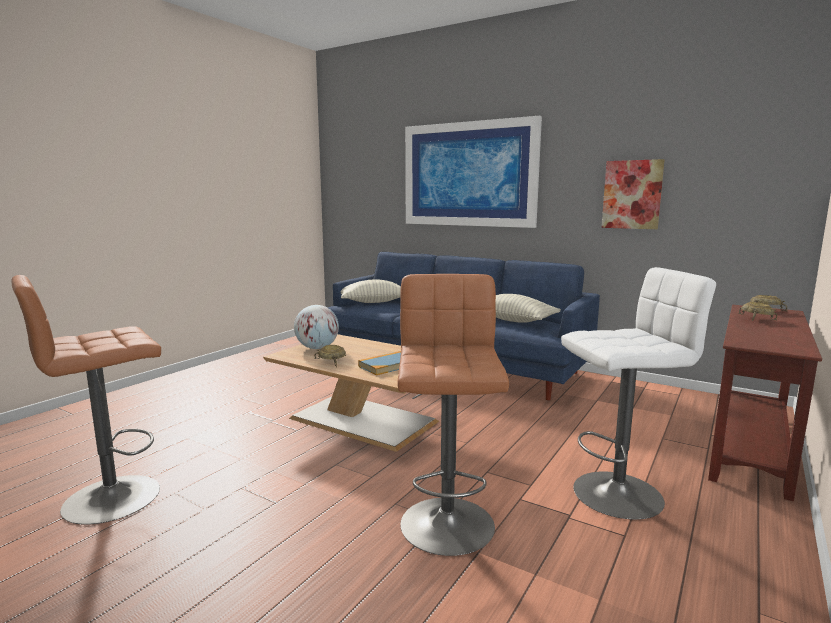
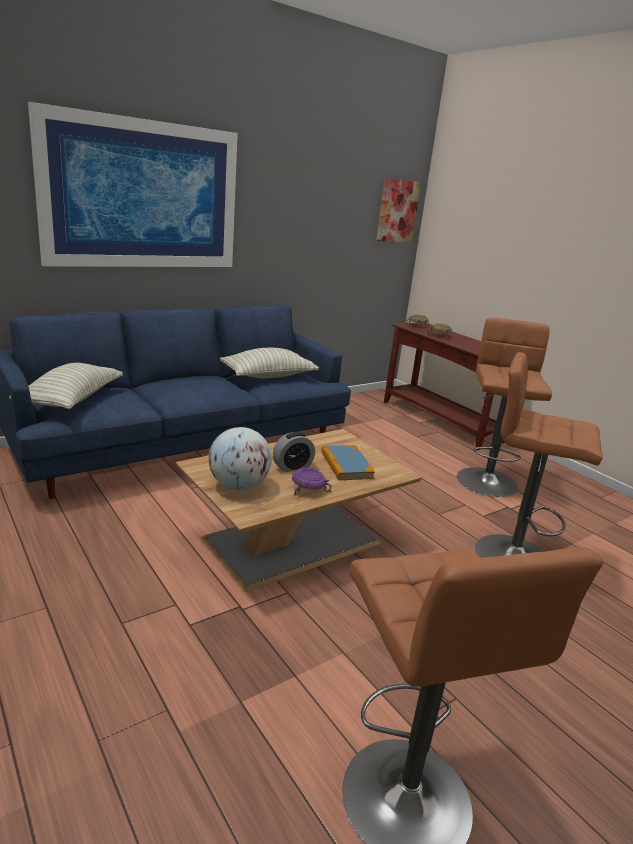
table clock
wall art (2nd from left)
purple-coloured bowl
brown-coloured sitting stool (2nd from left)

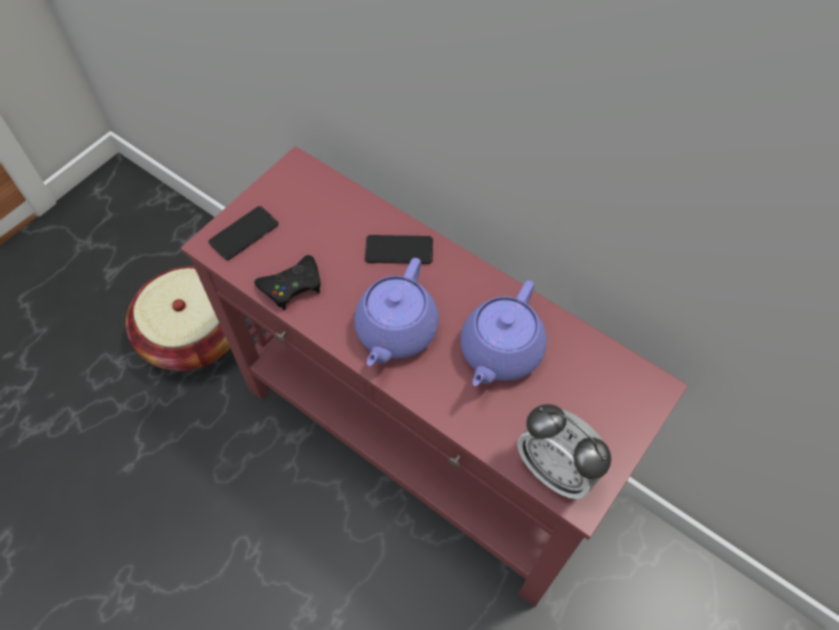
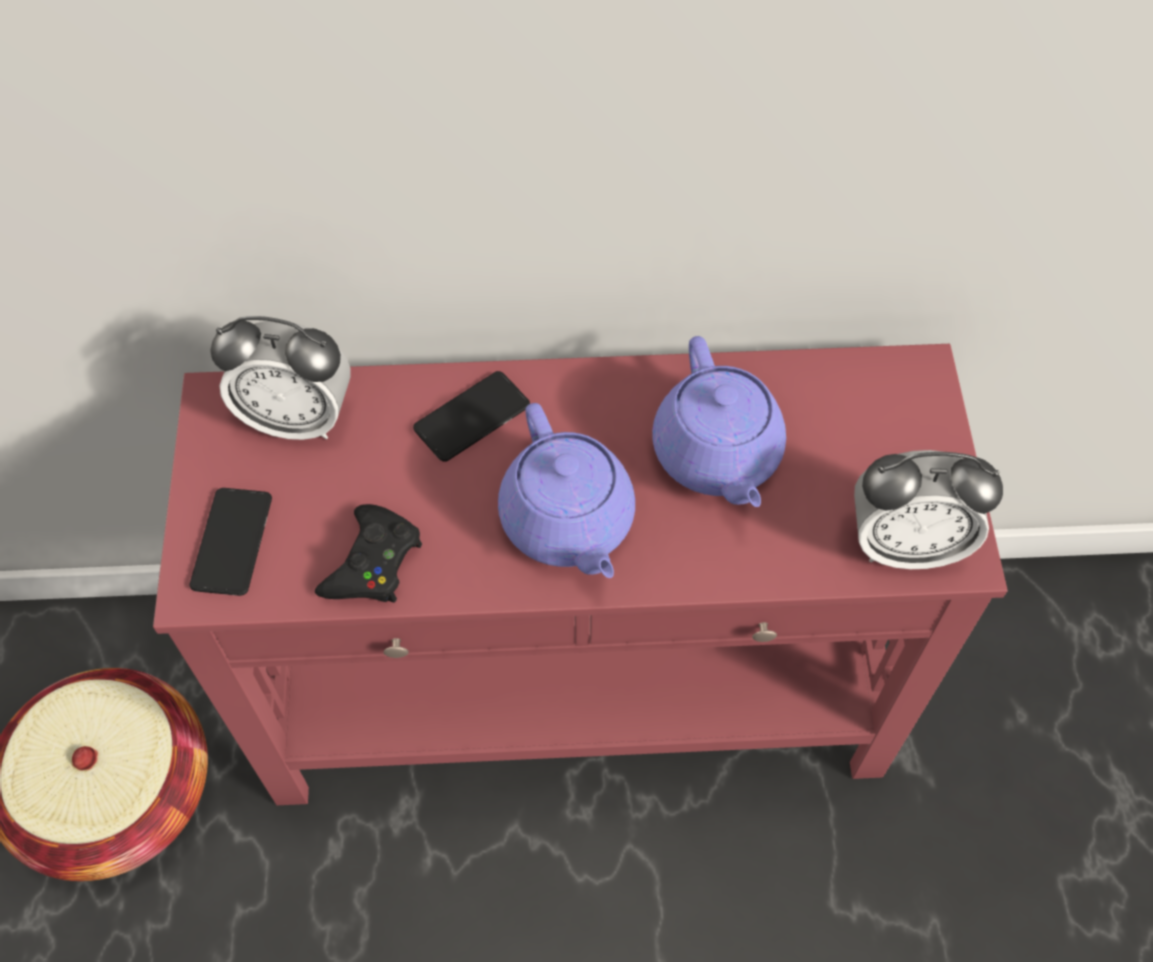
table clock (1st from left)

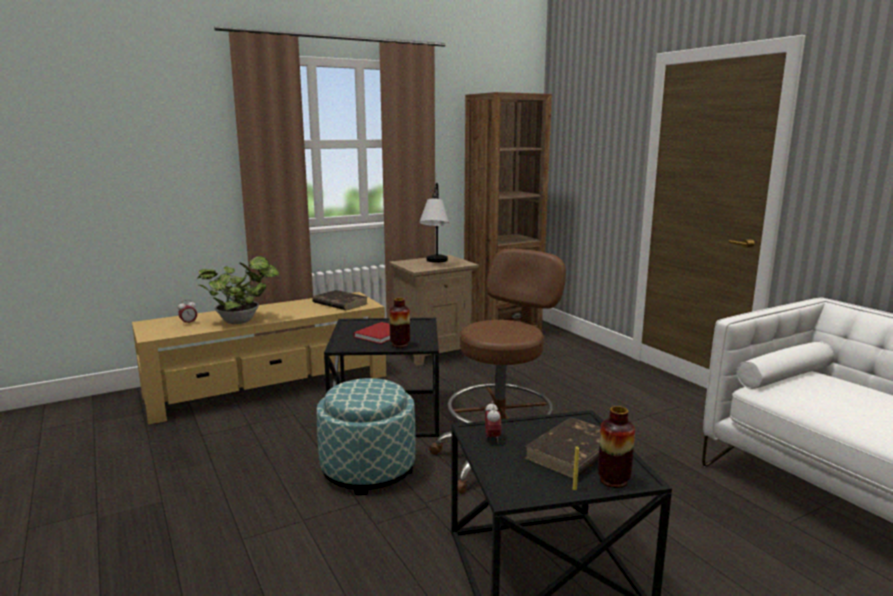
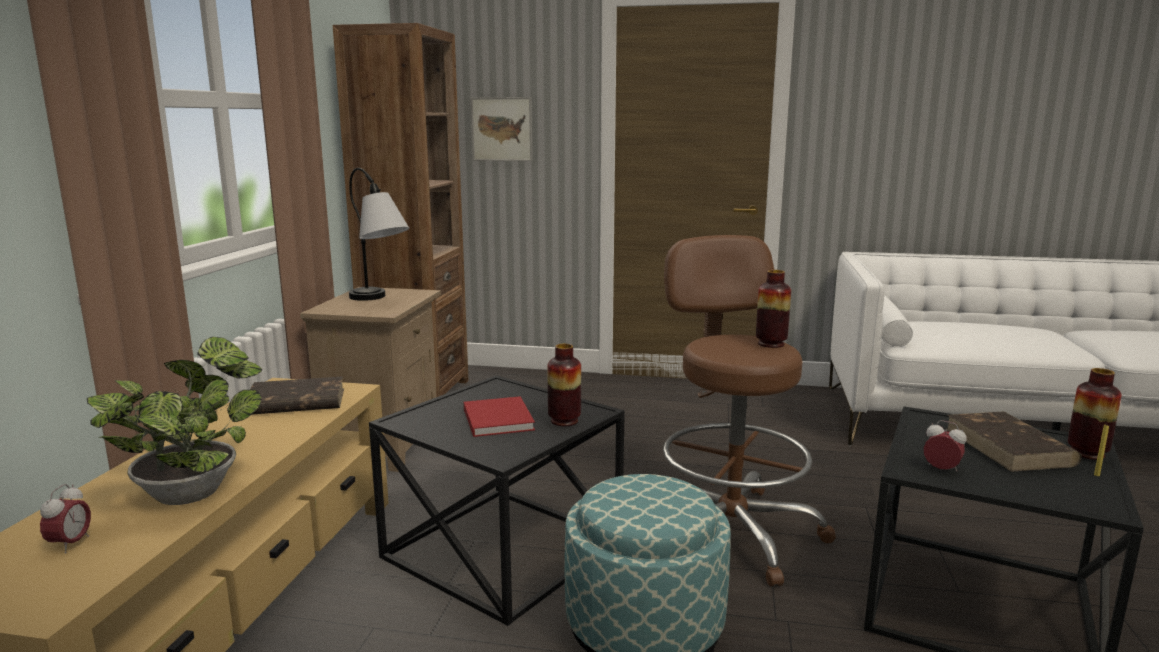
wall art
flower vase (2nd from left)

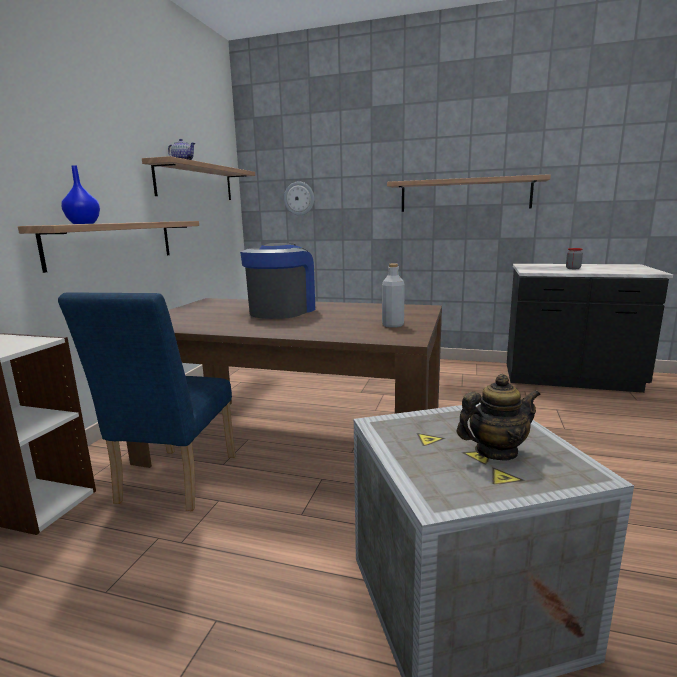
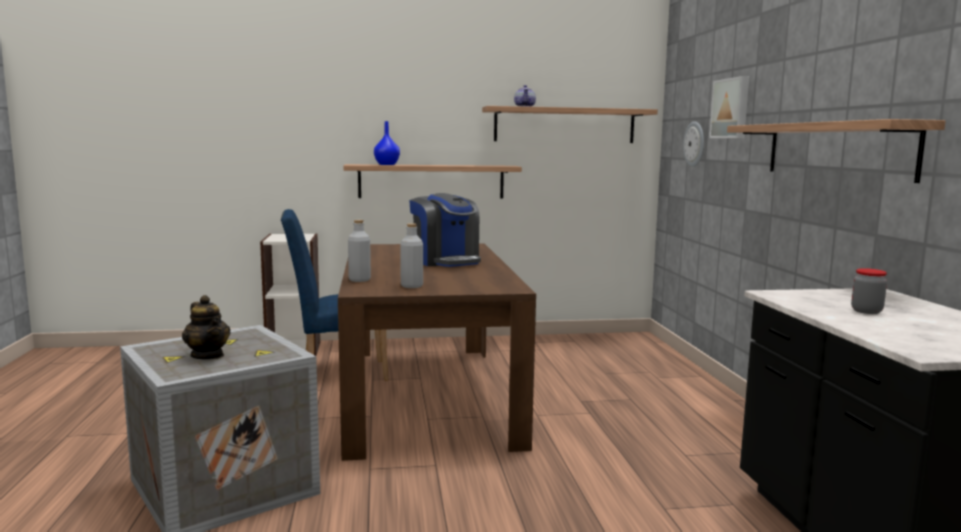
greyish beverage bottle (1st from left)
wall art
coffee maker

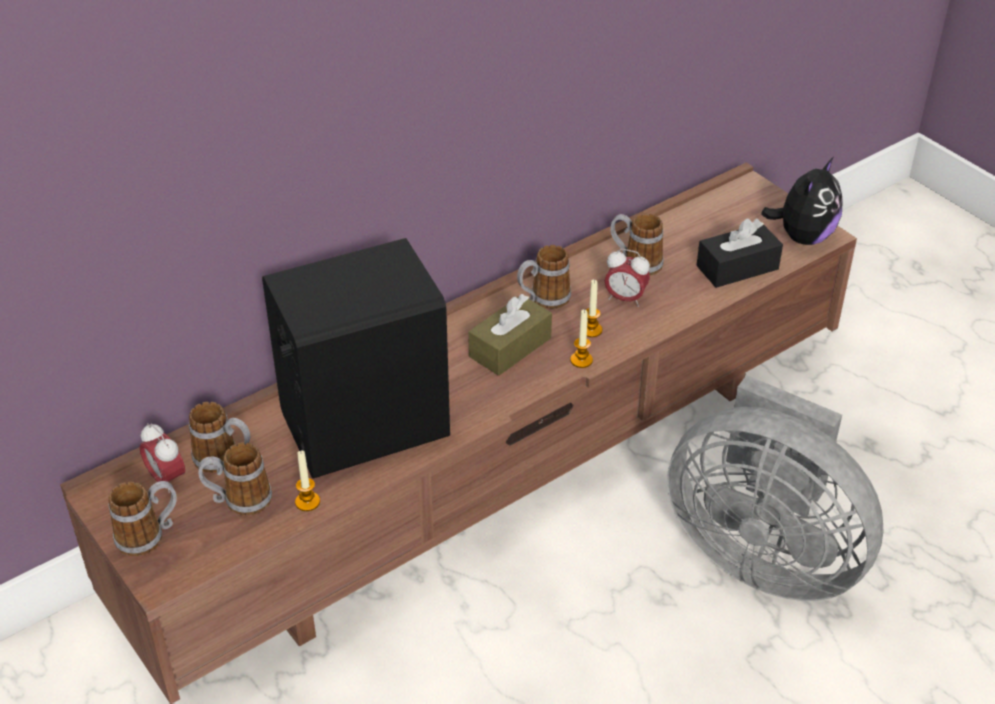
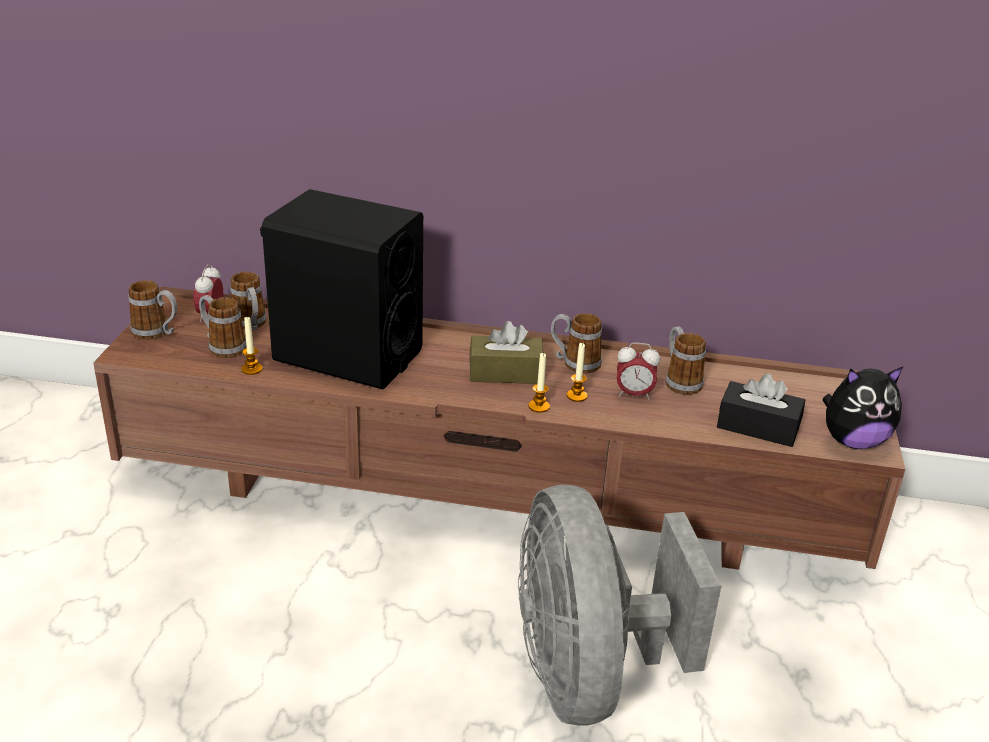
table clock (2nd from left)

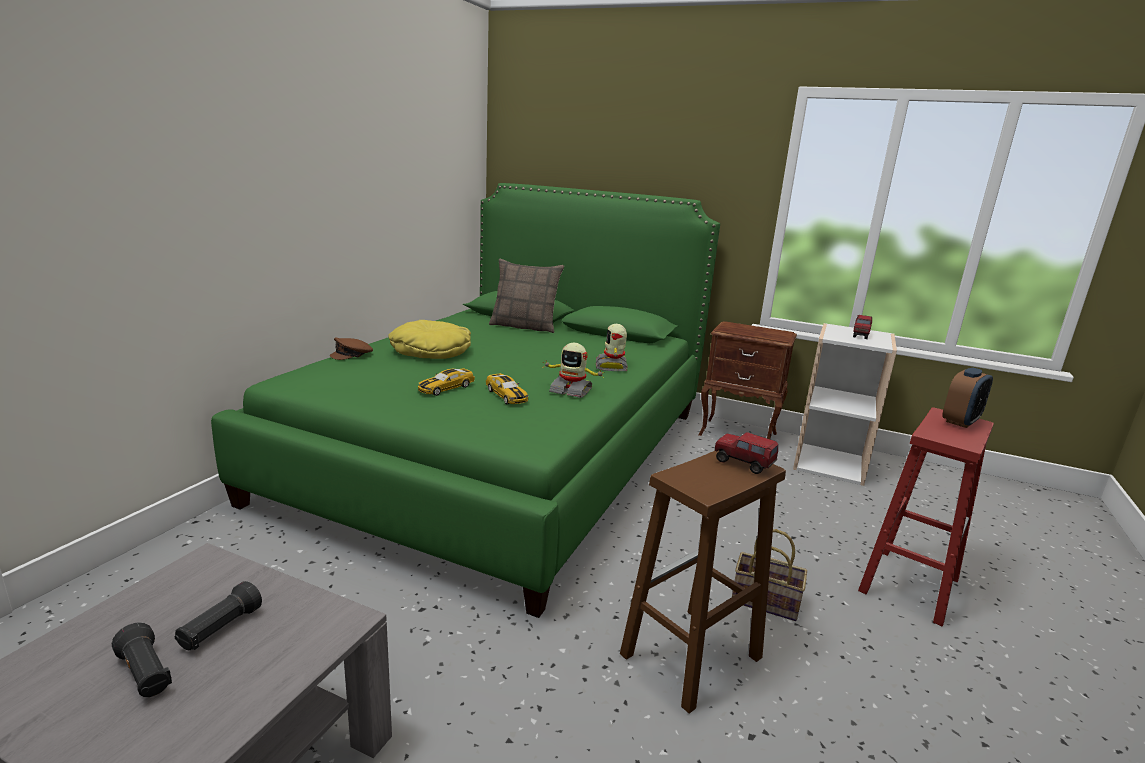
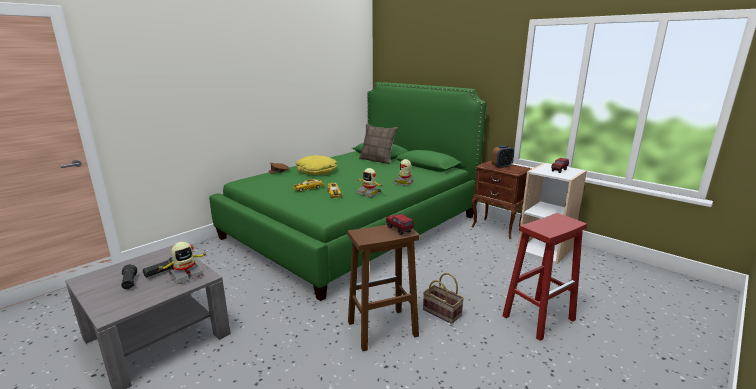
model robot (1st from left)
table clock

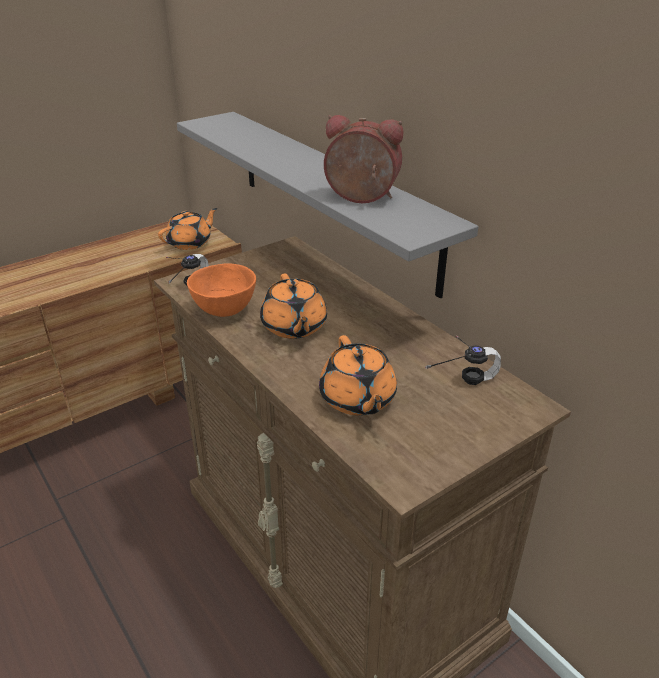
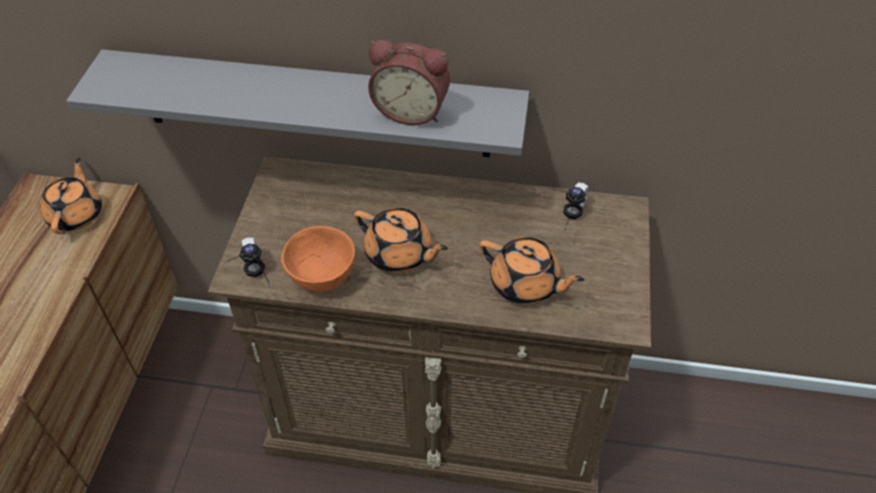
table clock

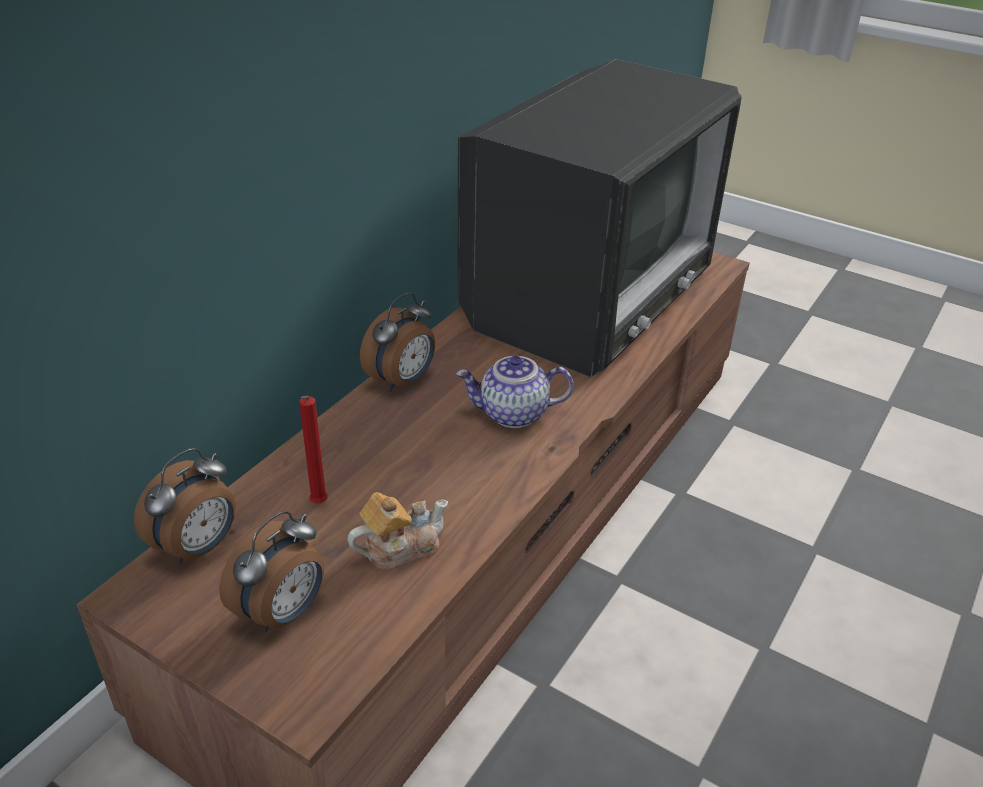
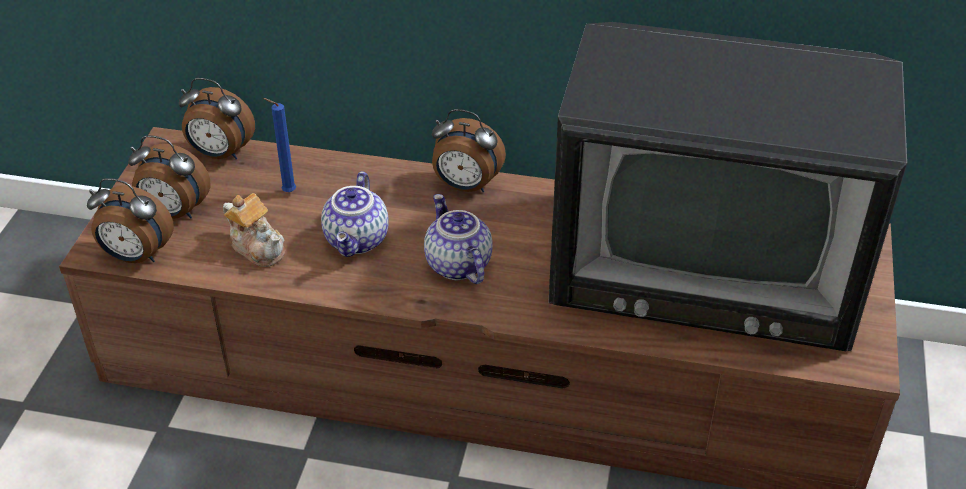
table clock (1st from left)
tea pot (2nd from left)
blue wax candle

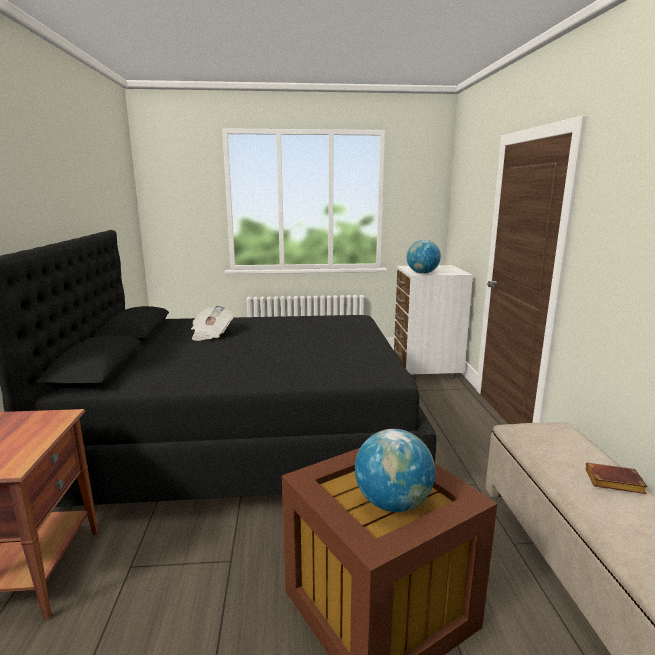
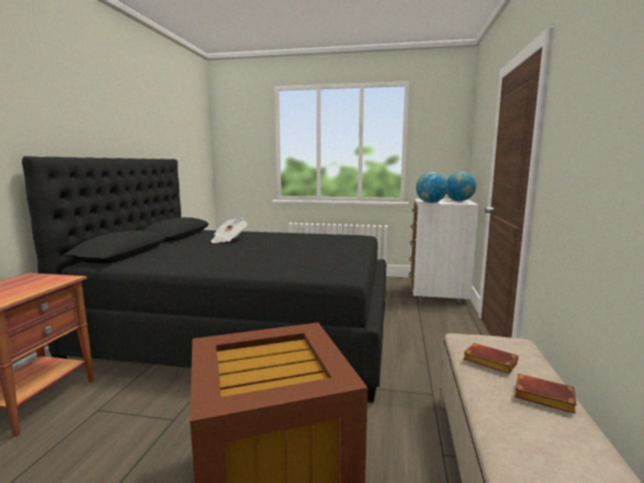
brown-coloured bound book (1st from left)
desk globe (2nd from left)

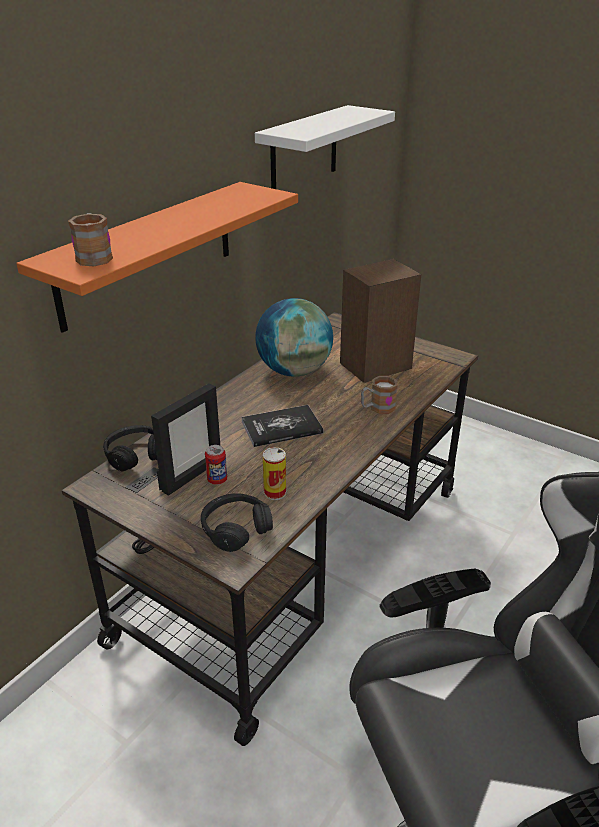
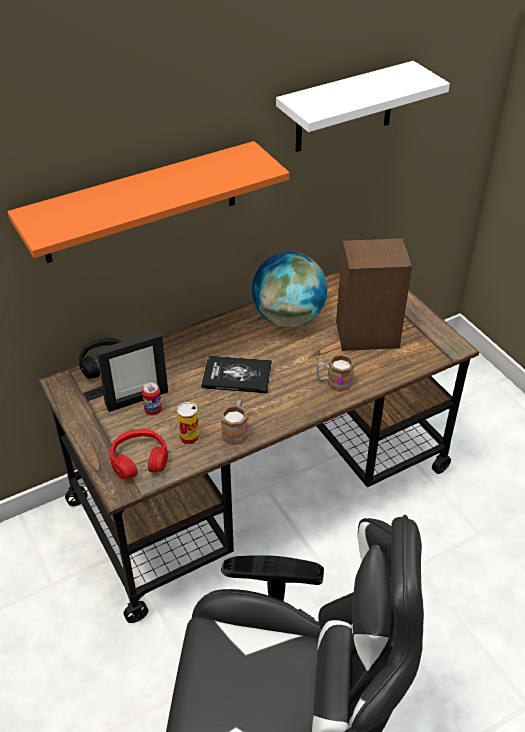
tea mug (1st from left)
red pair of headphones

